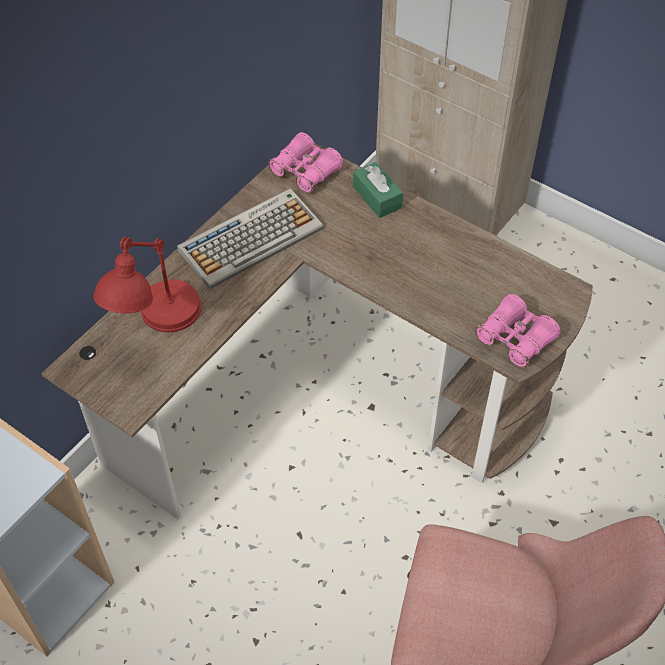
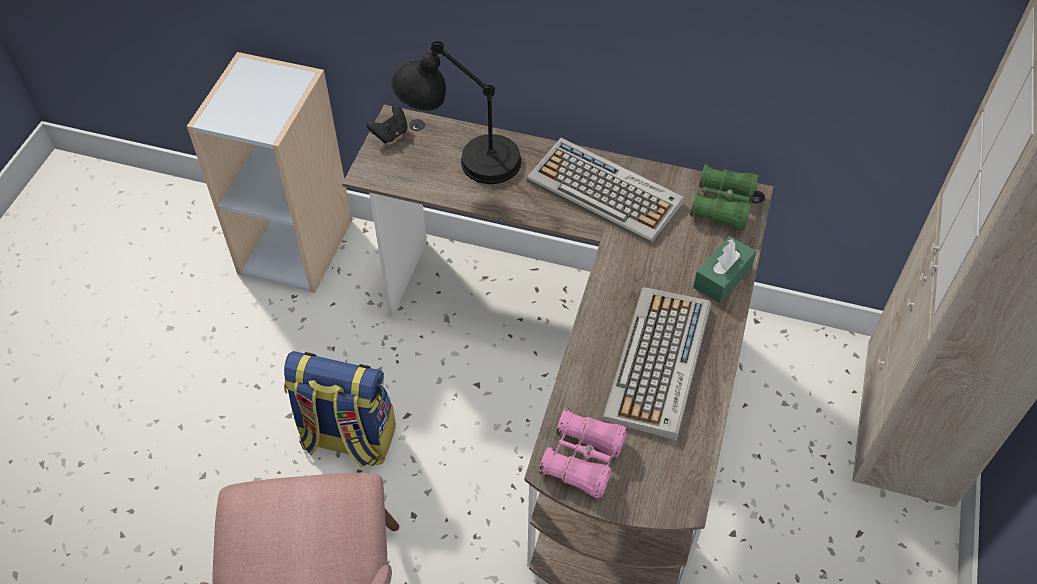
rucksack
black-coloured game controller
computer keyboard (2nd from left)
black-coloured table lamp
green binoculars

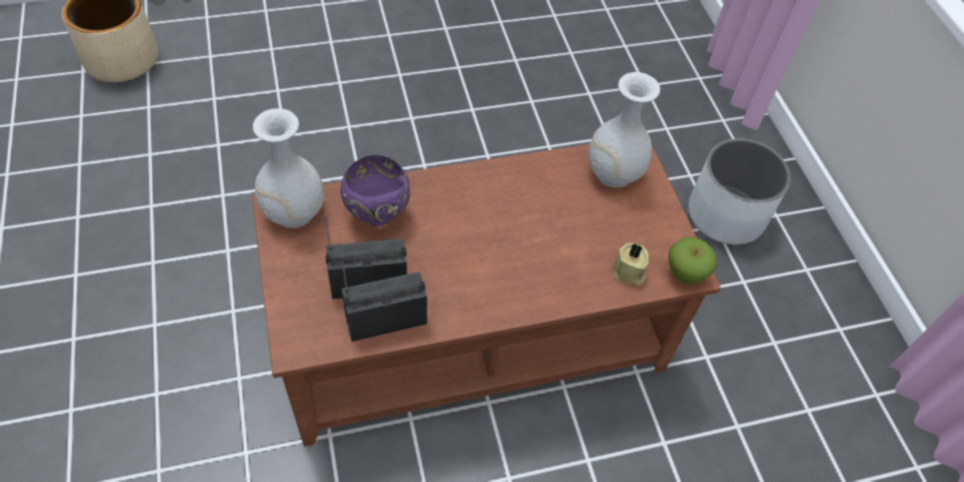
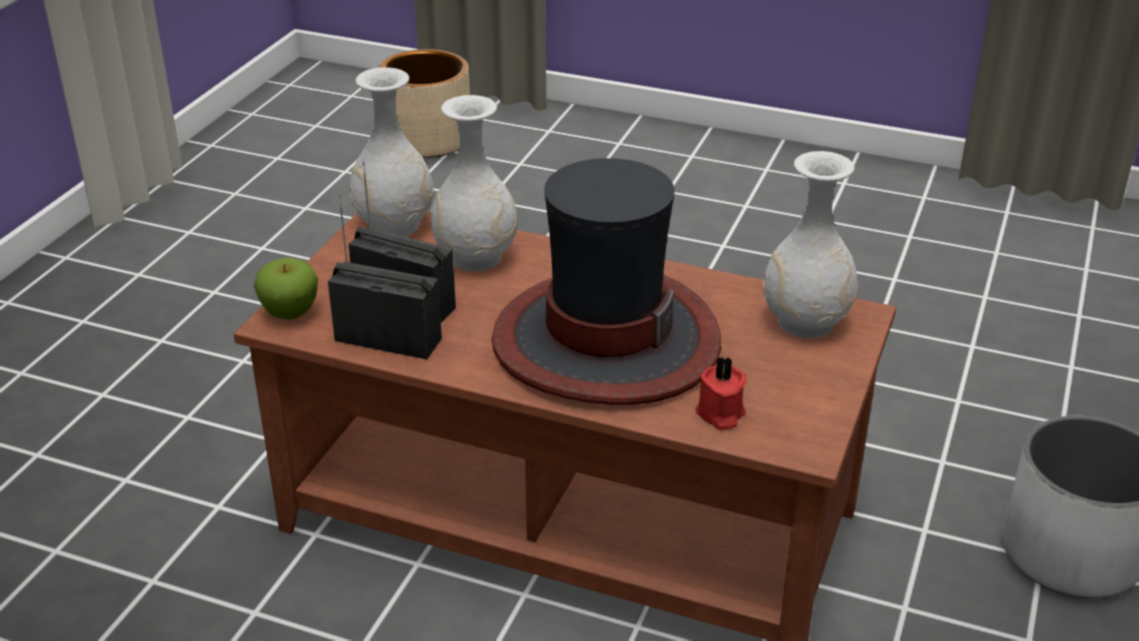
clothing hat
apple
white flower vase (2nd from left)
red wax candle

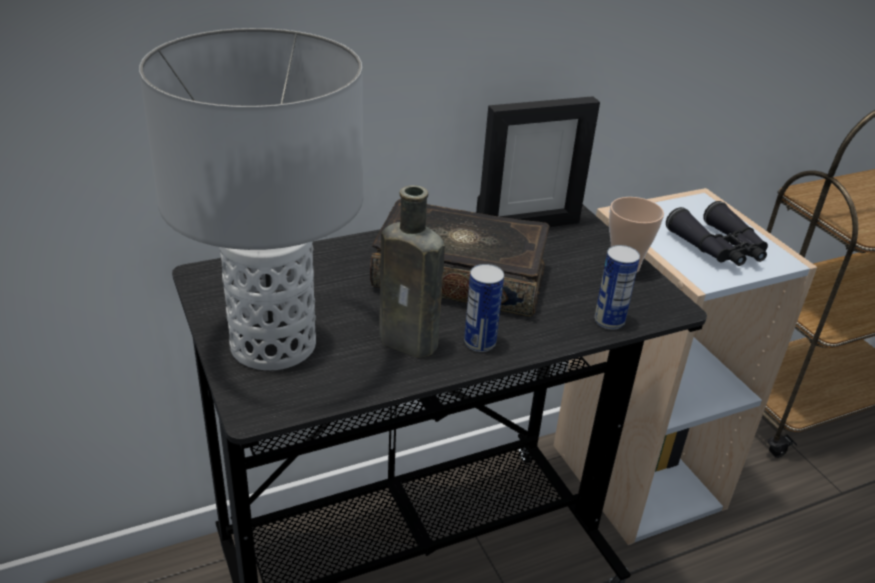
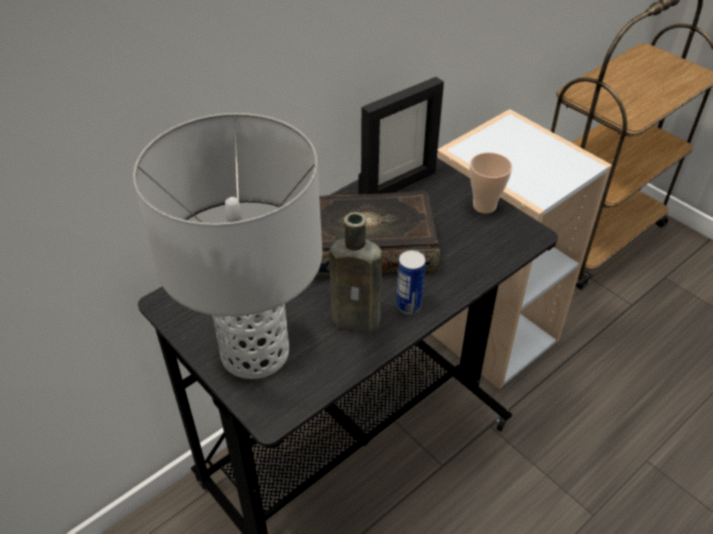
sealed can (2nd from left in the first image)
black-coloured binoculars

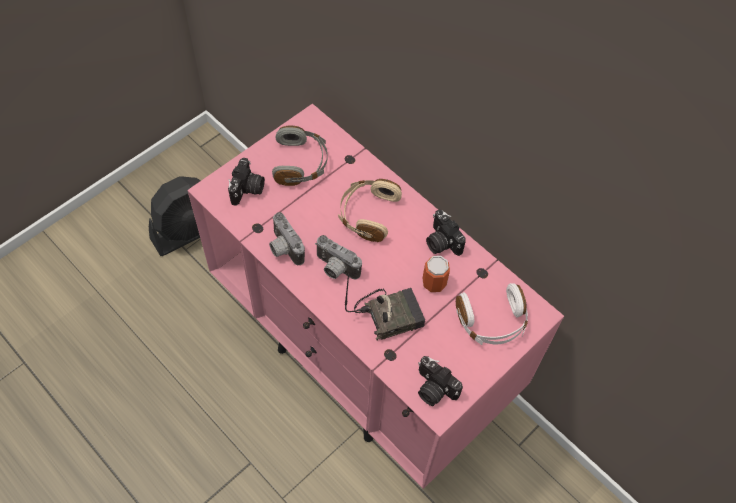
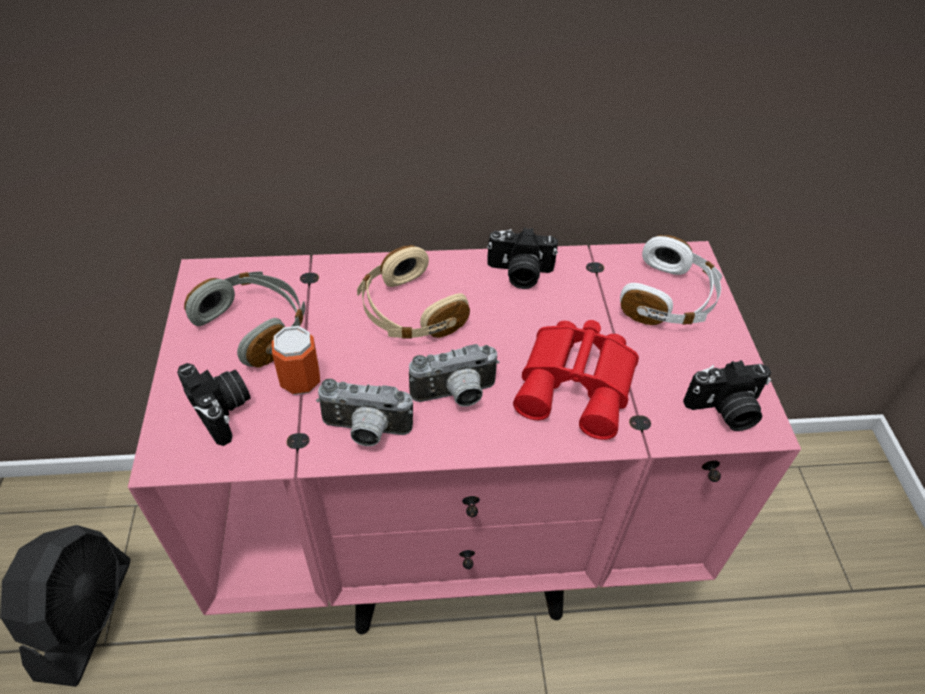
sealed can
red binoculars

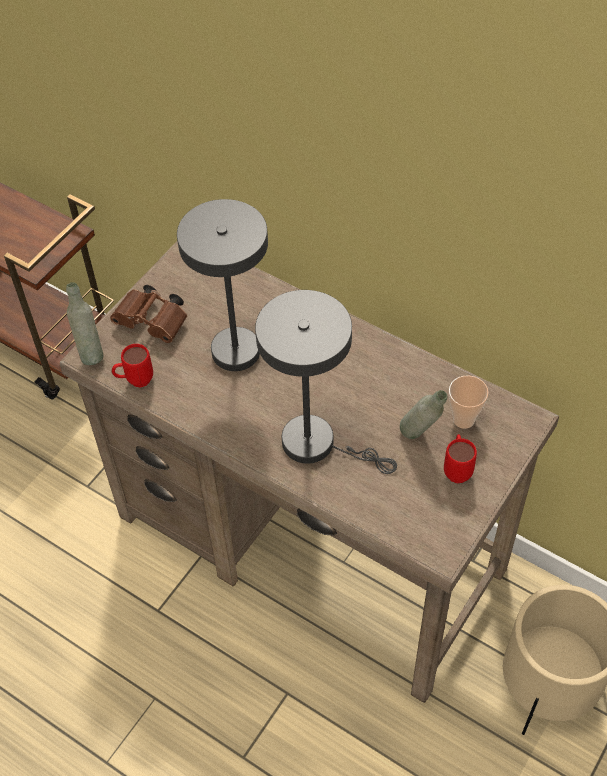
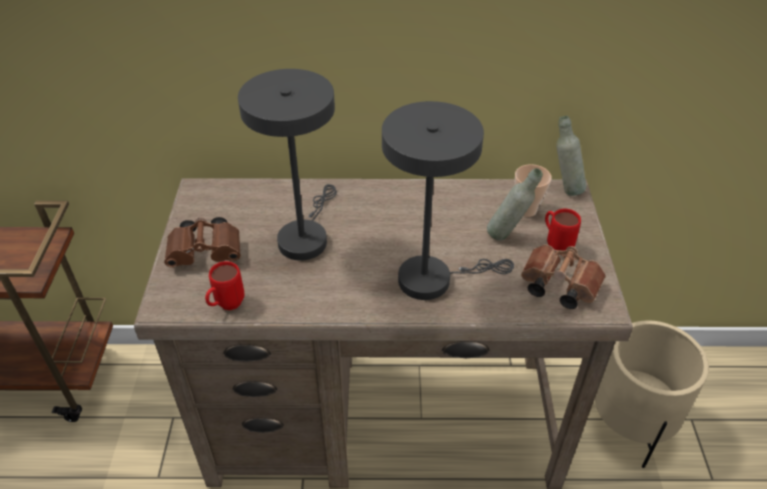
brown-coloured binoculars (2nd from left)
greyish beverage bottle (2nd from left)

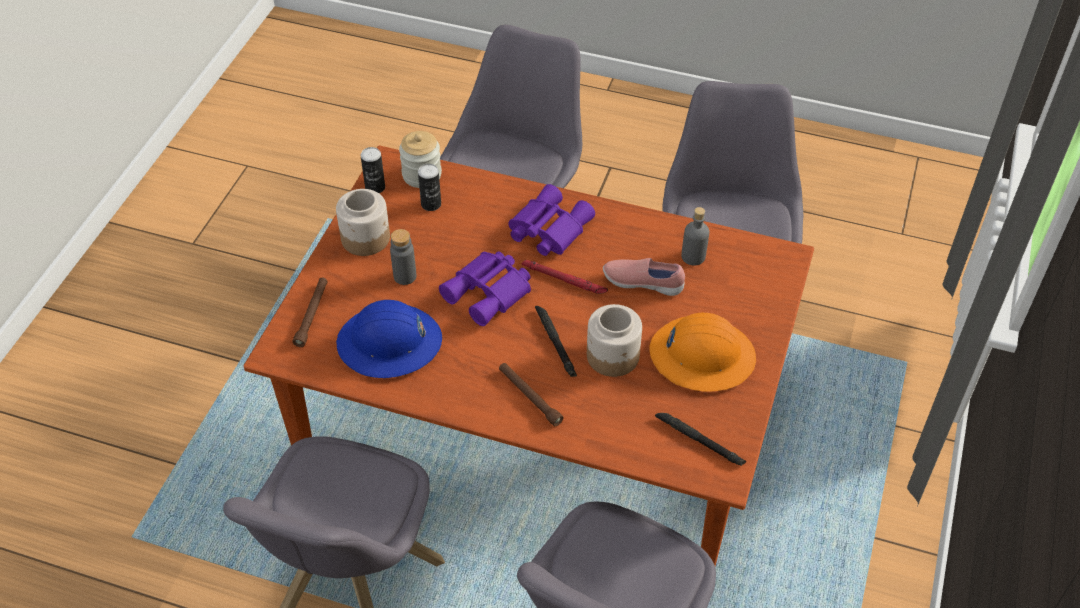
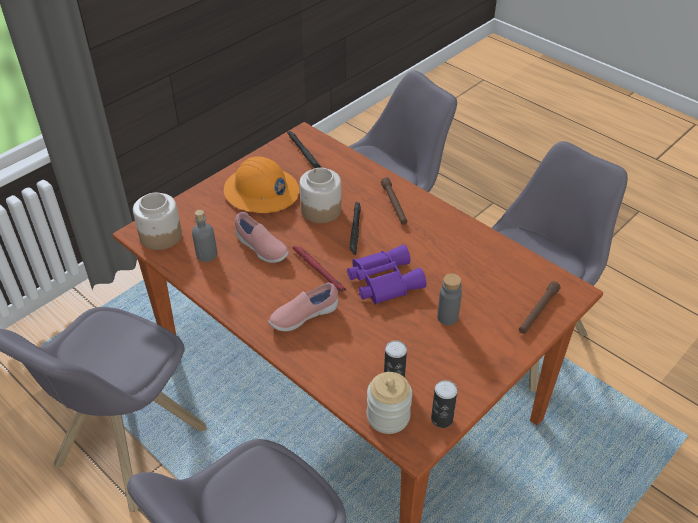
blue hard hat
preserve jar (1st from left)
pink-coloured item of footwear (2nd from left)

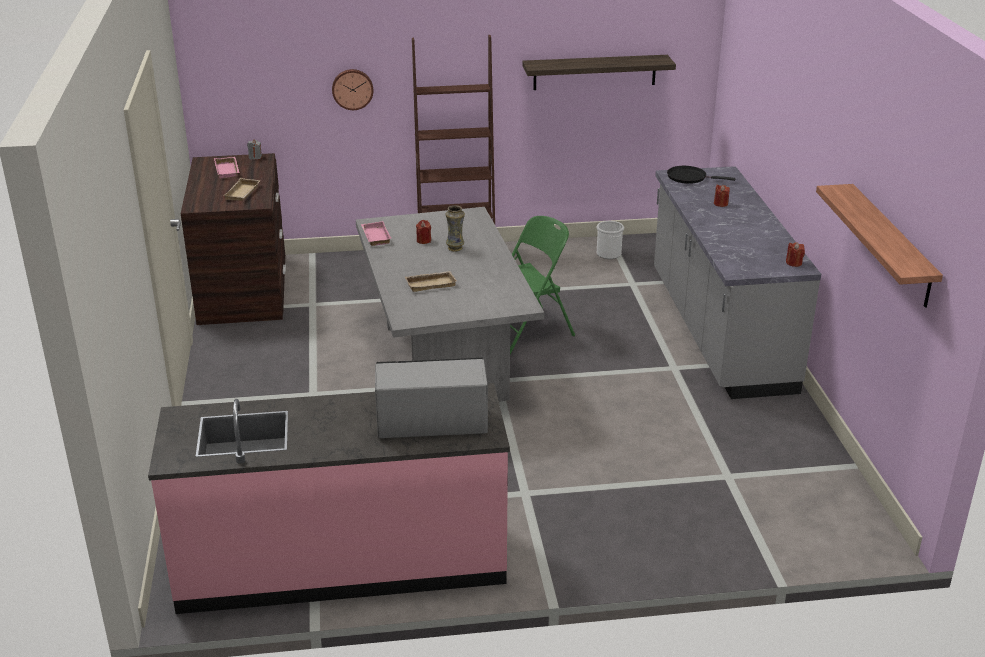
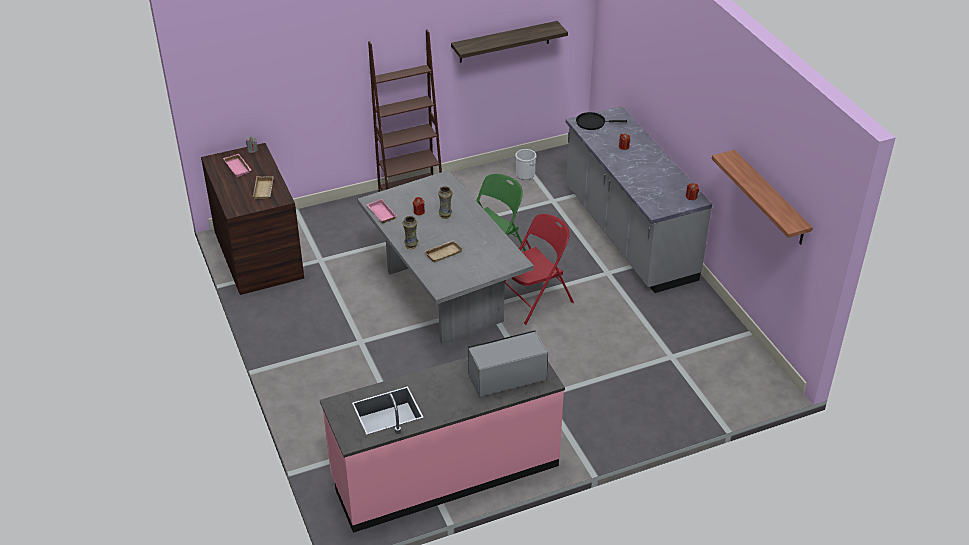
hanging clock
flower vase (1st from left)
red plain chair

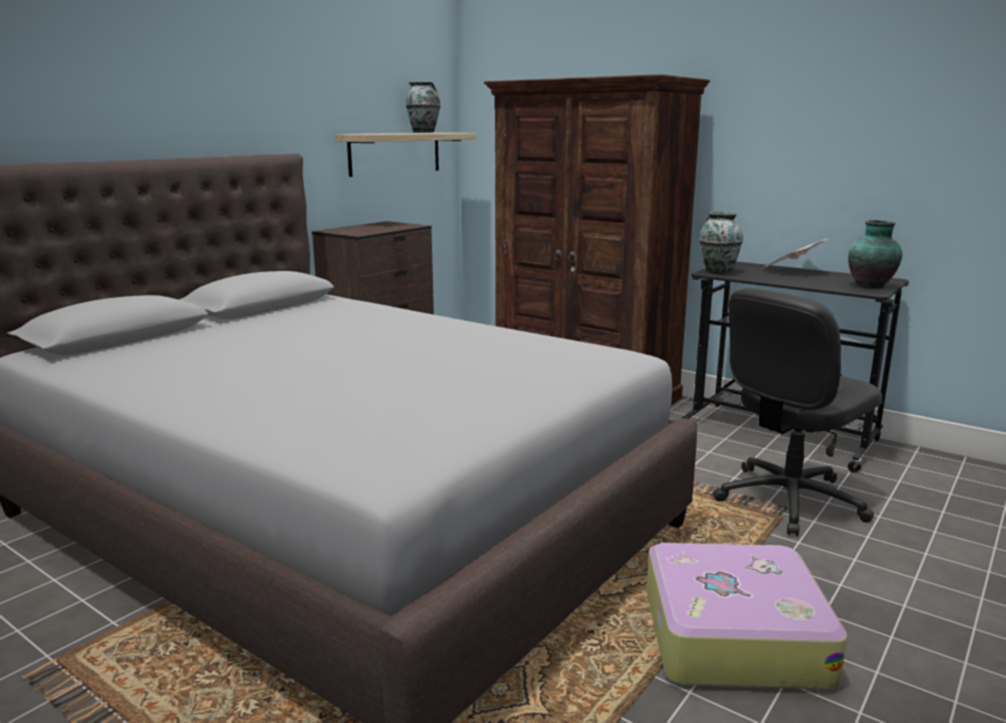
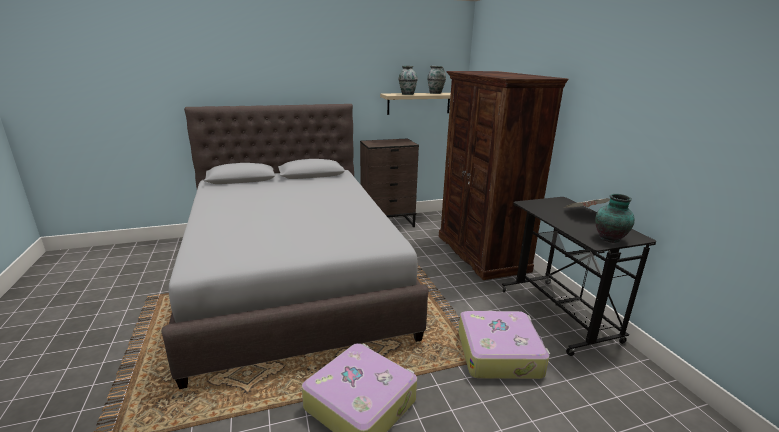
flower vase (1st from left)
suitcase (2nd from left)

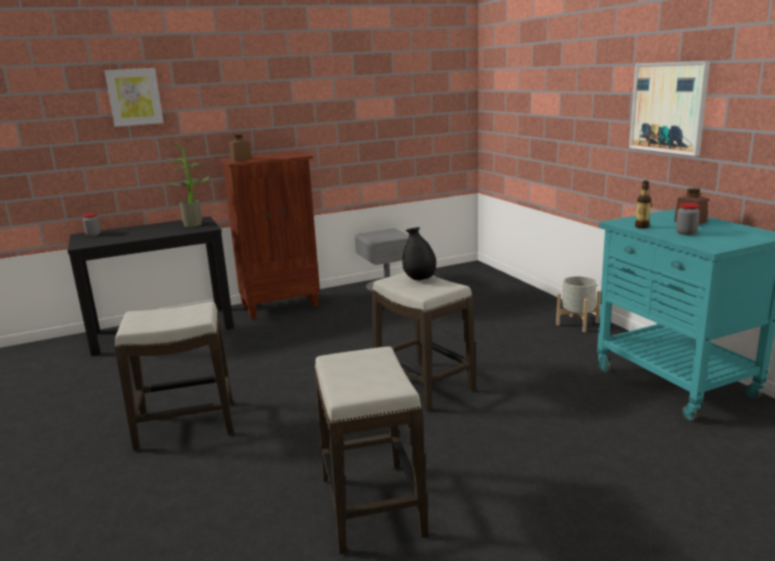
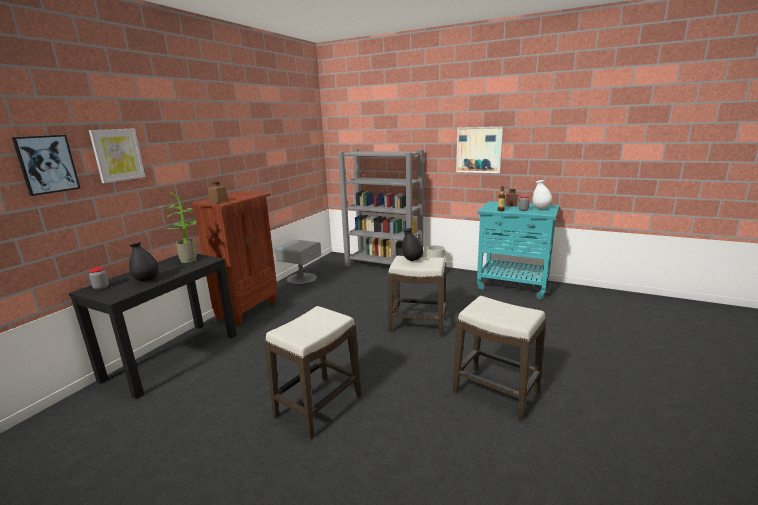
wall art (1st from left)
black-coloured flower vase (1st from left)
greyish bookshelf
white flower vase

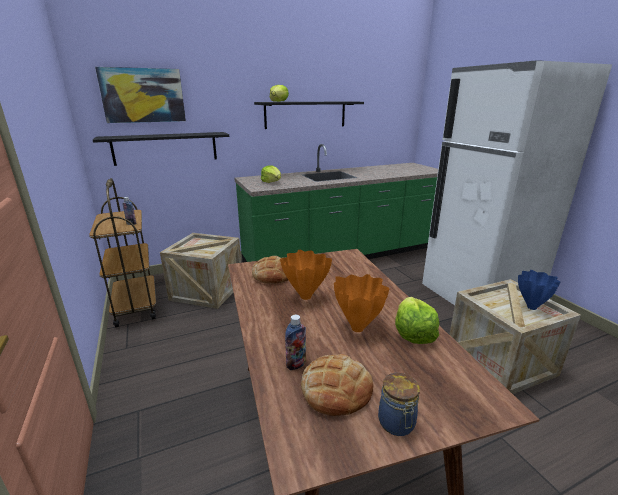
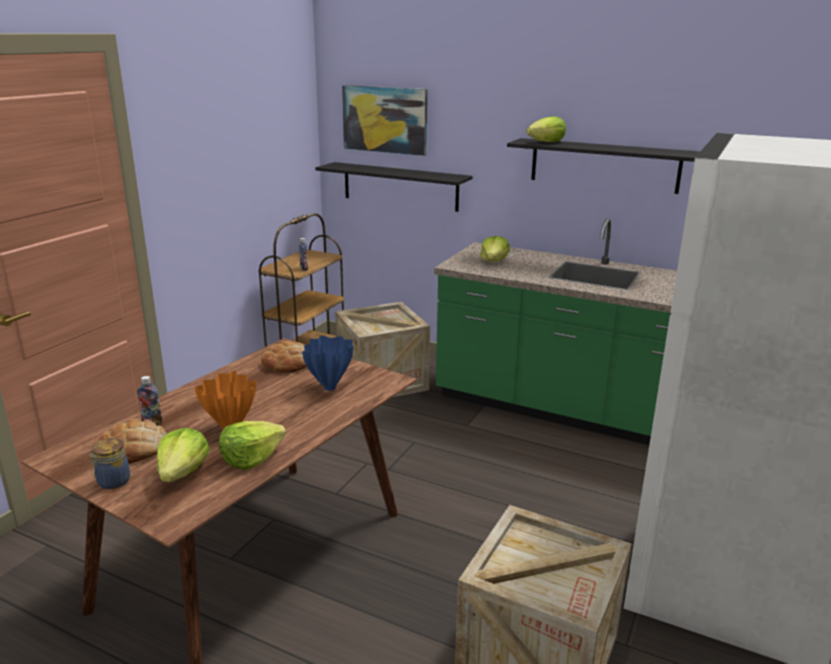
orange flower vase (1st from left in the first image)
head of lettuce (1st from left)
blue flower vase

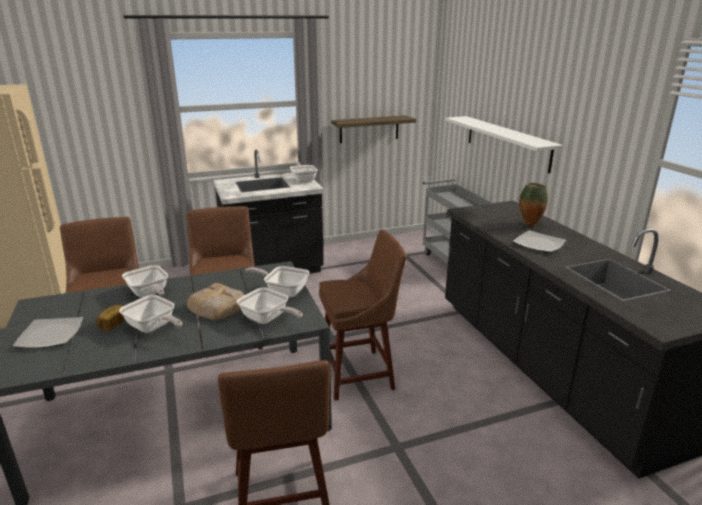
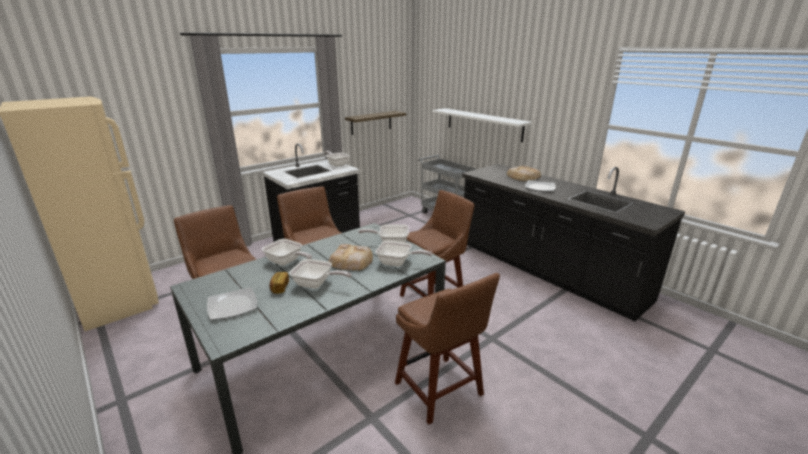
baked bread (3rd from left)

